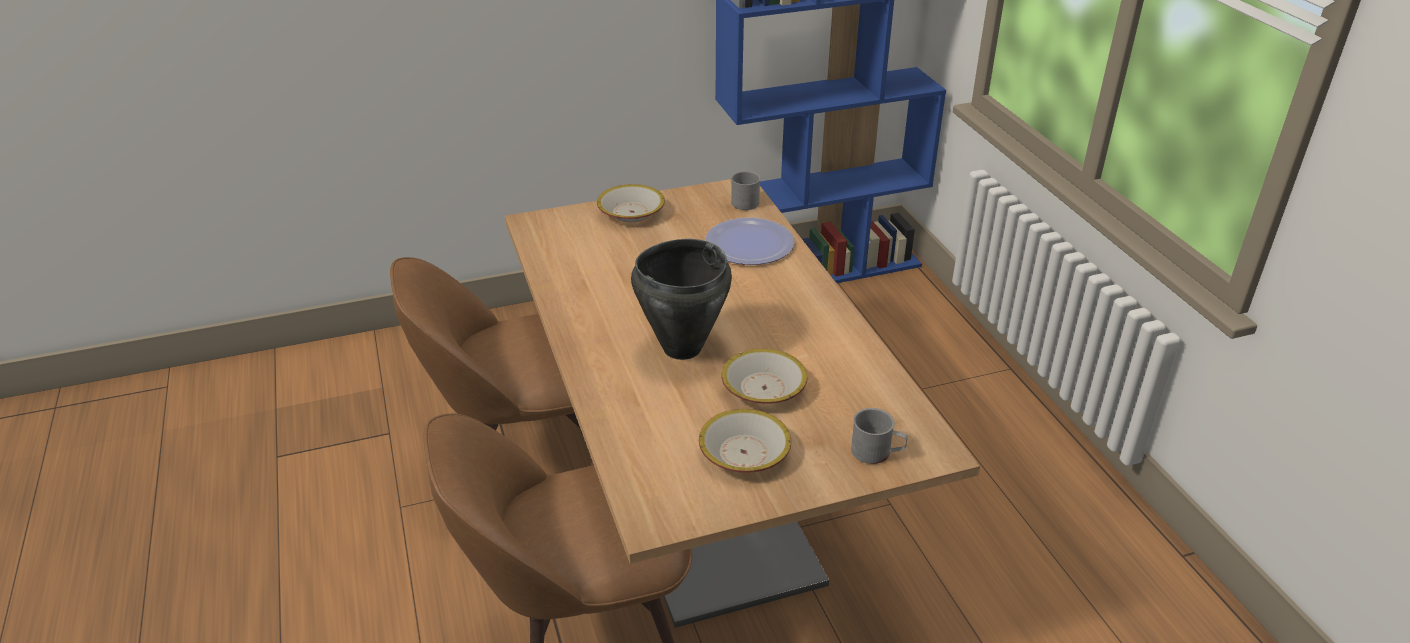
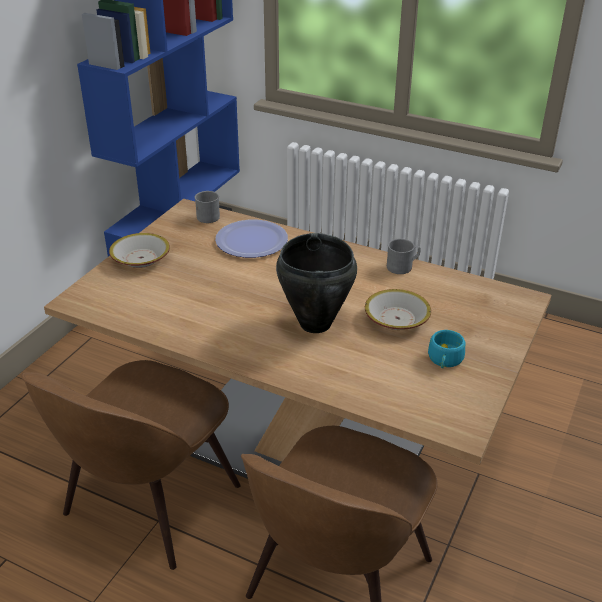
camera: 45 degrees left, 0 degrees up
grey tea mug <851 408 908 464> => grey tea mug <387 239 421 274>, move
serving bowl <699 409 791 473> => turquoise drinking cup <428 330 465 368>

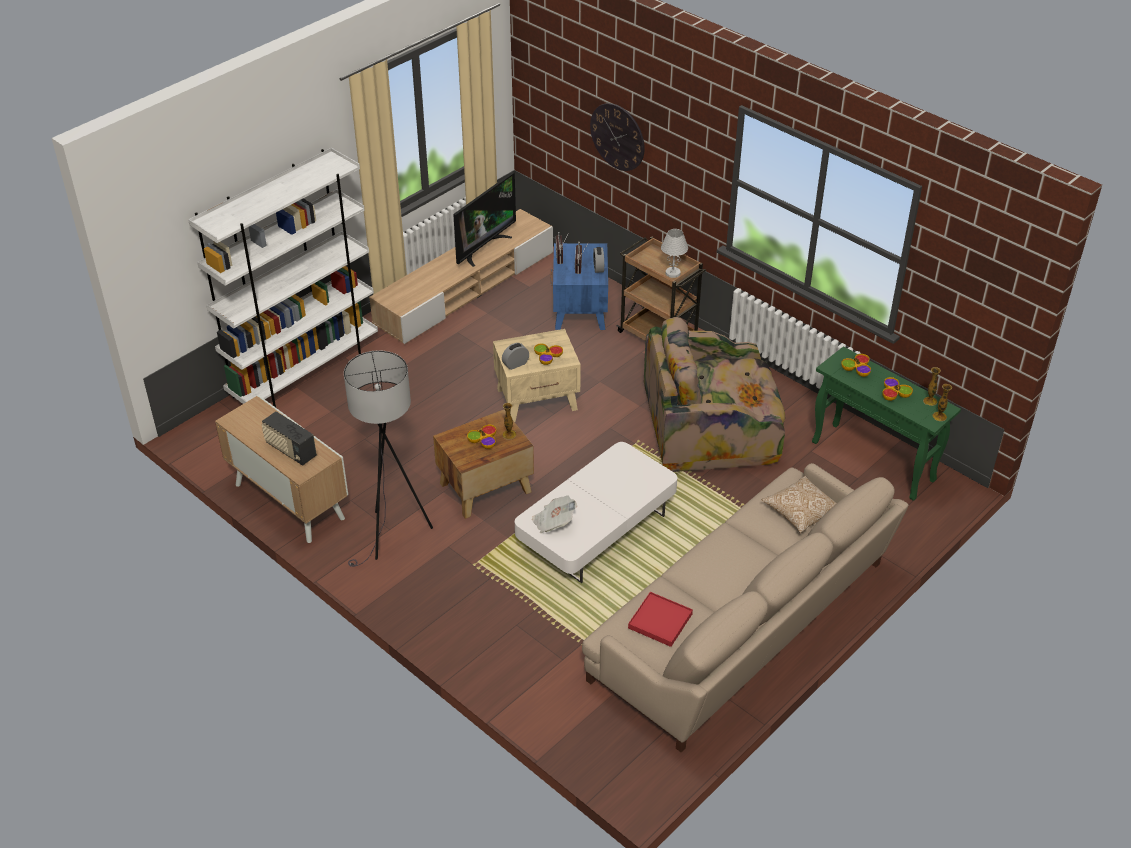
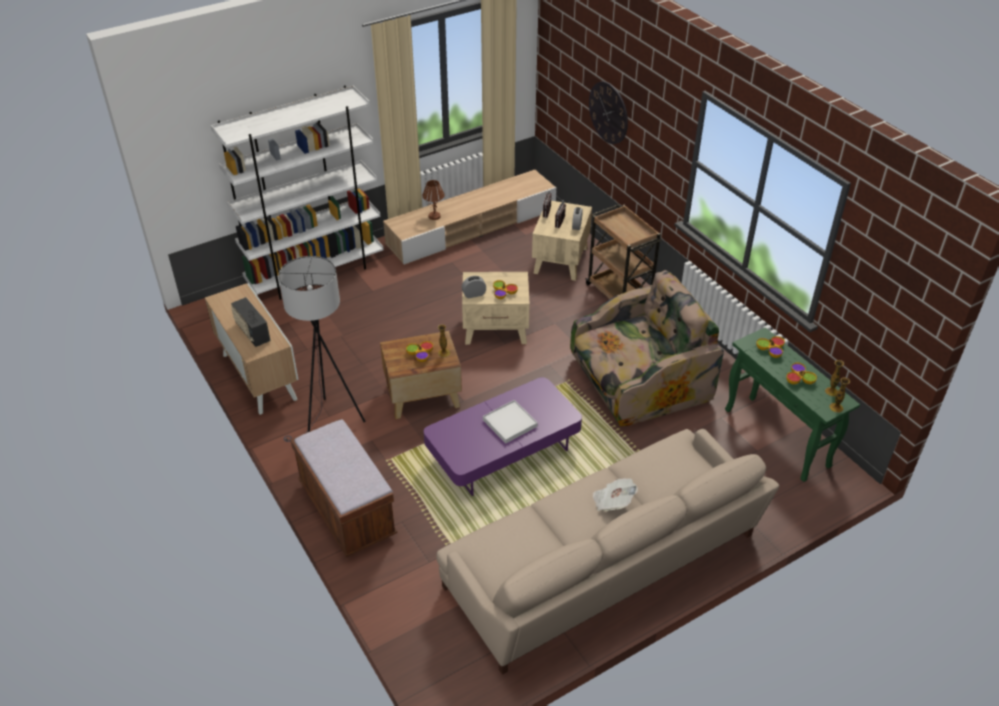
camera: 15 degrees right, 0 degrees up
television <453 172 516 267> => nothing
white tabletop lamp <661 229 688 278> => nothing
blue end table <550 243 608 330> => beige-coloured end table <532 201 592 281>
armchair <644 317 785 472> => armchair <570 270 724 426>, 150 degrees clockwise
white coffee table <515 442 677 583> => purple coffee table <424 377 582 496>
cushion <762 476 837 533> => nothing
daily paper <532 495 577 533> => daily paper <592 478 638 511>, move
red serving tray <628 592 693 647> => nothing
nothing => brownish tabletop lamp <423 180 445 220>
nothing => white serving tray <483 400 538 444>
nothing => brownish long seat <290 419 397 557>

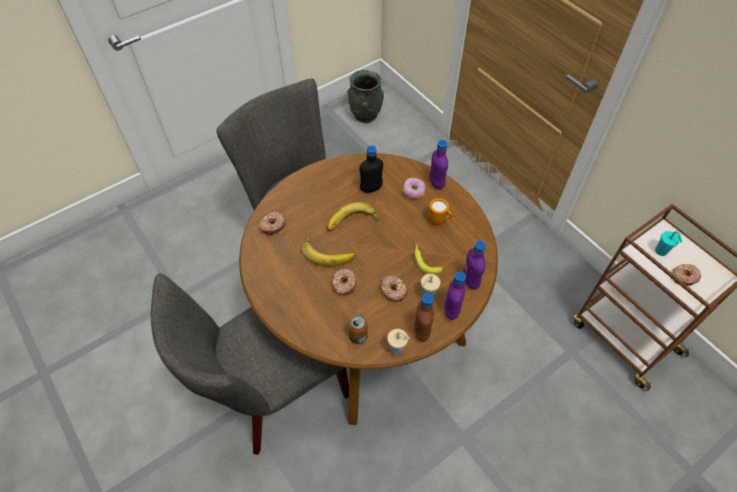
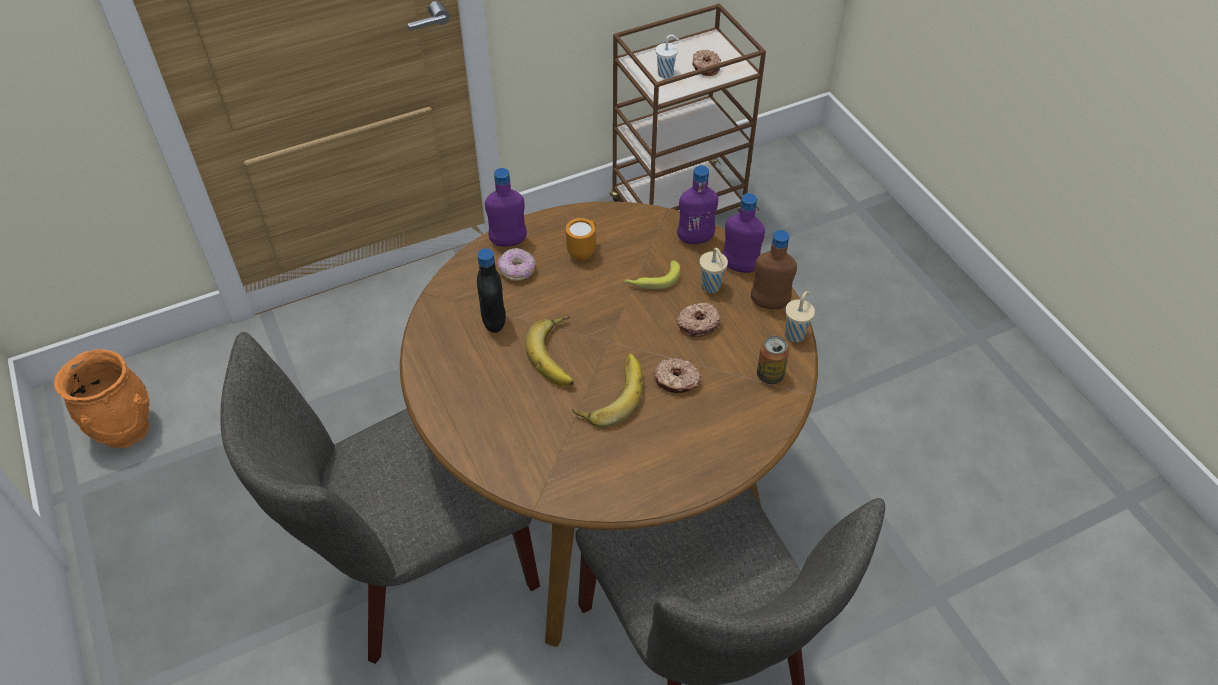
camera: 80 degrees left, 5 degrees down
grey vase <347 70 384 123> => orange vase <54 349 150 448>
doughnut <259 212 286 235> => nothing
turquoise drinking cup <655 231 682 256> => white drinking cup <656 34 680 78>

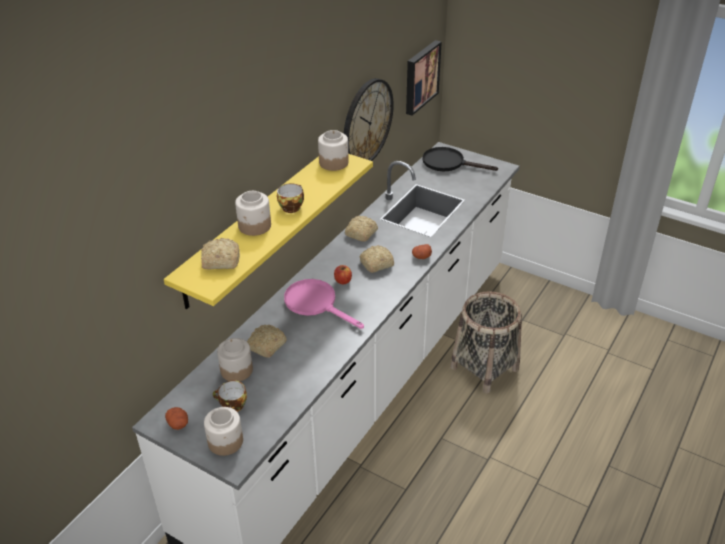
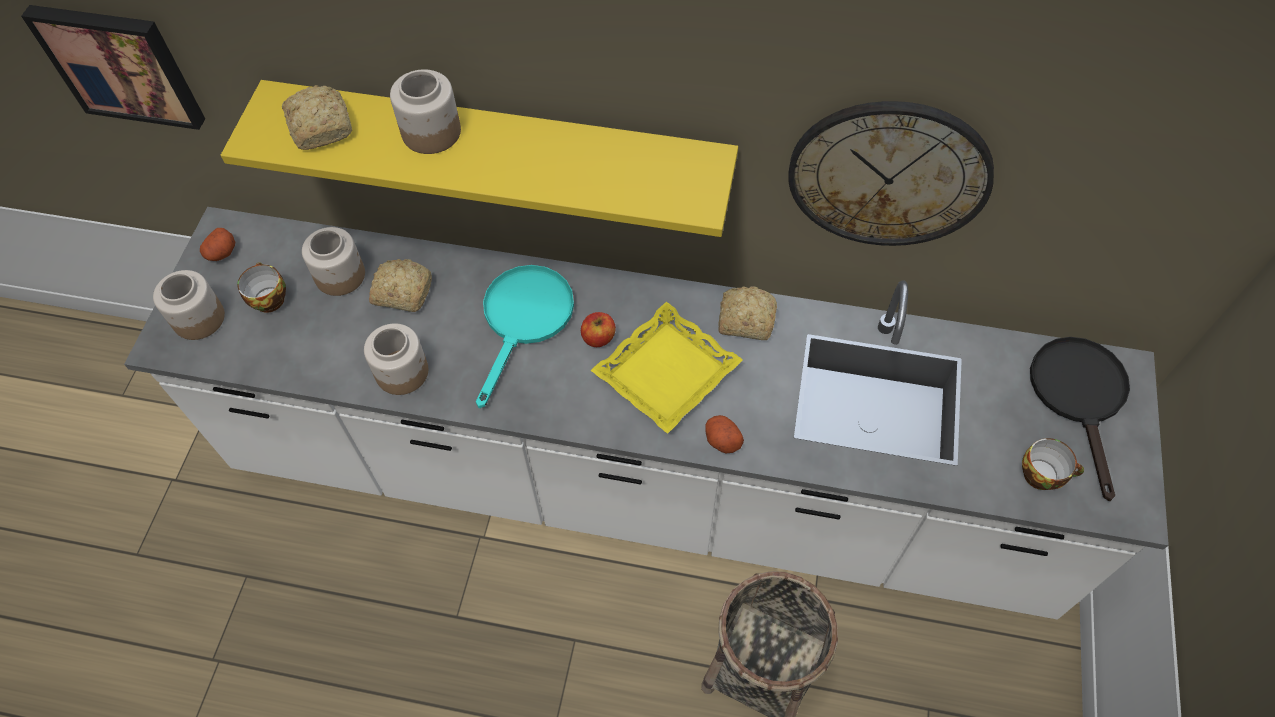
camera: 70 degrees right, 20 degrees up
wall art <406 40 442 116> => wall art <21 5 205 130>, move
preserve jar <318 130 349 171> => preserve jar <364 323 428 395>, move
drinking cup <277 183 304 213> => drinking cup <1022 438 1084 490>, move
bread <359 245 394 273> => yellow serving tray <591 302 743 434>
pinkish frying pan <284 279 364 329> => turquoise frying pan <476 265 574 408>

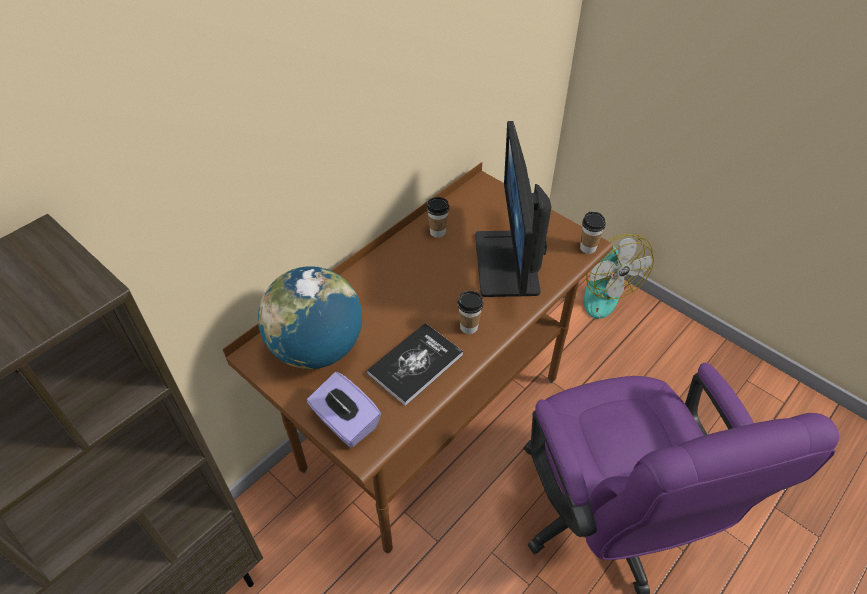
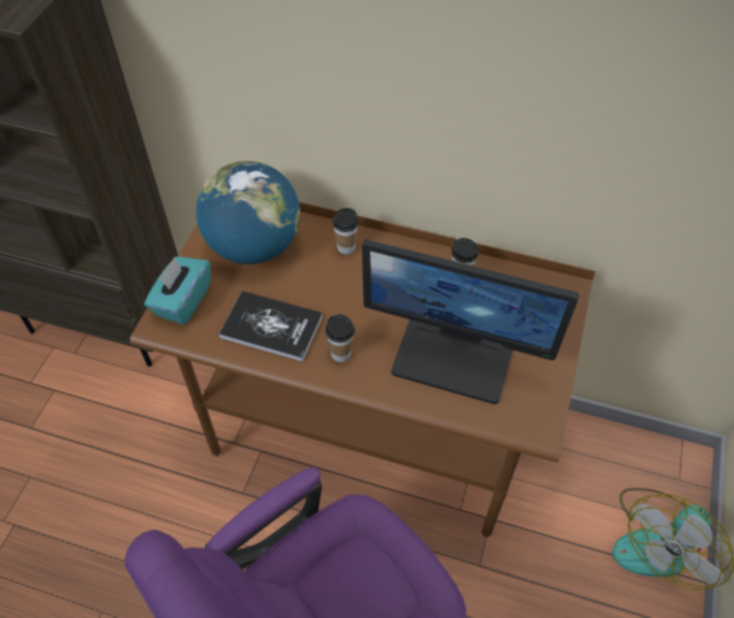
camera: 65 degrees right, 5 degrees up
computer display <475 121 551 297> => computer display <362 239 579 404>, 135 degrees counterclockwise
drinking cup <580 211 606 254> => drinking cup <332 208 359 254>, move
purple box of tissues <307 372 381 448> => turquoise box of tissues <144 257 211 325>

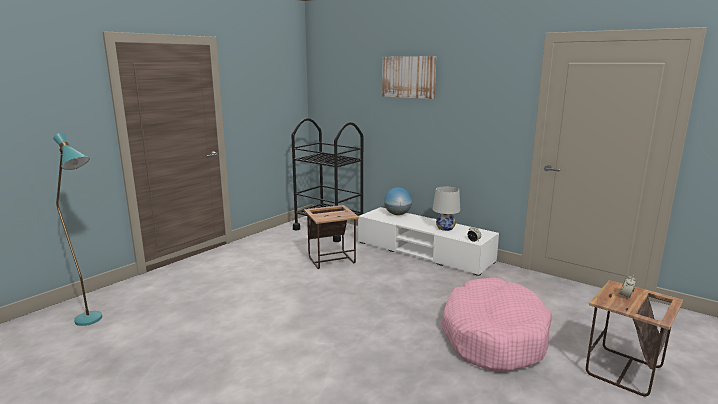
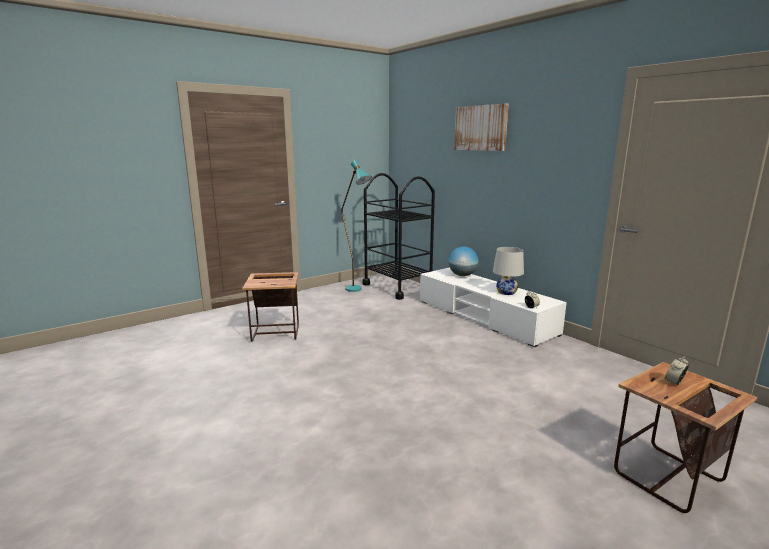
camera: 15 degrees right, 0 degrees up
turquoise floor lamp <53 133 102 326> => turquoise floor lamp <341 160 372 292>, move
end table <304 205 359 269> => end table <242 272 299 341>, move
pinkish dog cushion <441 277 552 372> => nothing

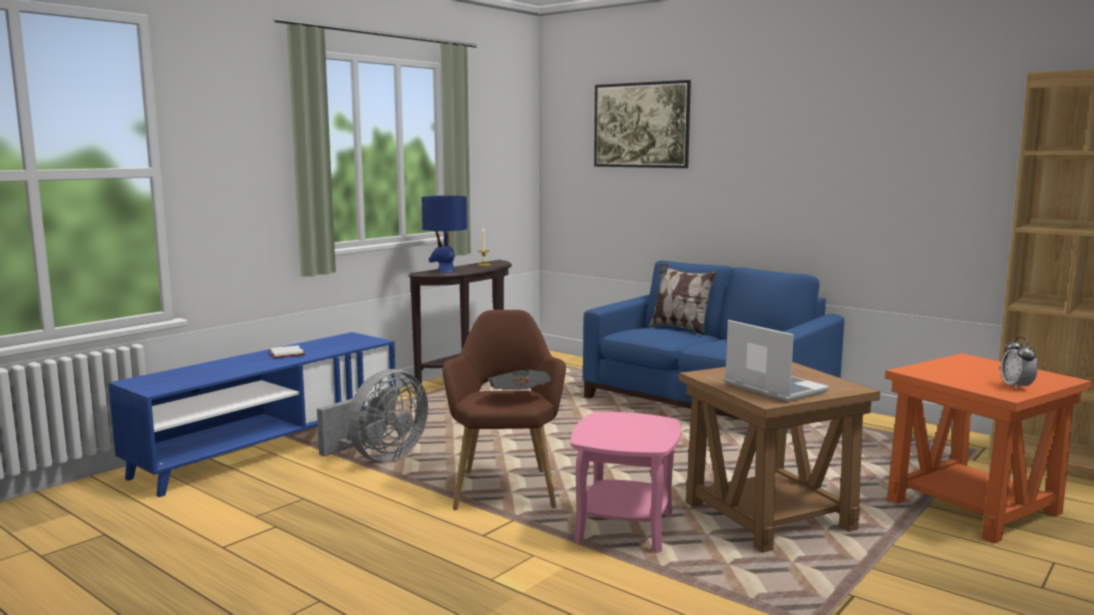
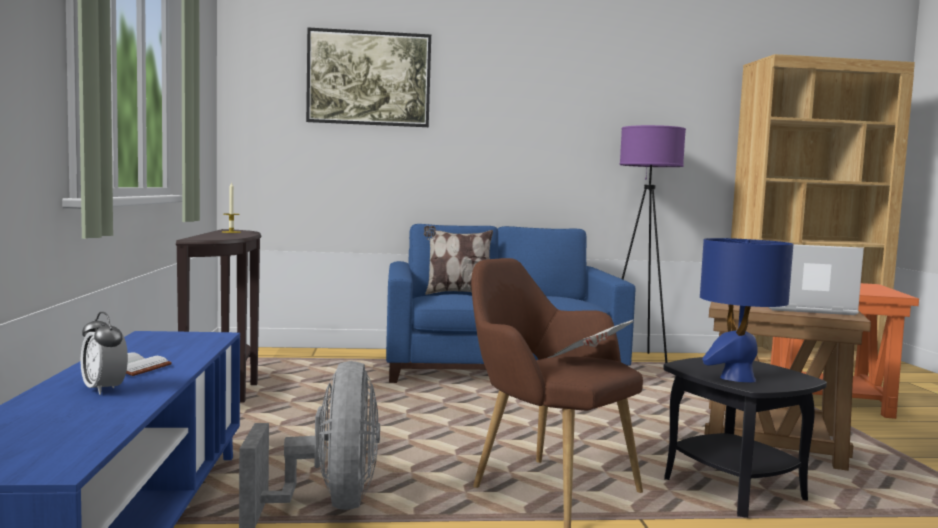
camera: 45 degrees left, 5 degrees down
blue tabletop lamp <421 196 468 273> => blue tabletop lamp <700 238 793 382>, move
alarm clock <1001 337 1038 390> => alarm clock <81 312 128 395>, move
pinkish end table <571 412 681 553> => black end table <663 357 827 518>
nothing => purple floor lamp <619 125 686 363>

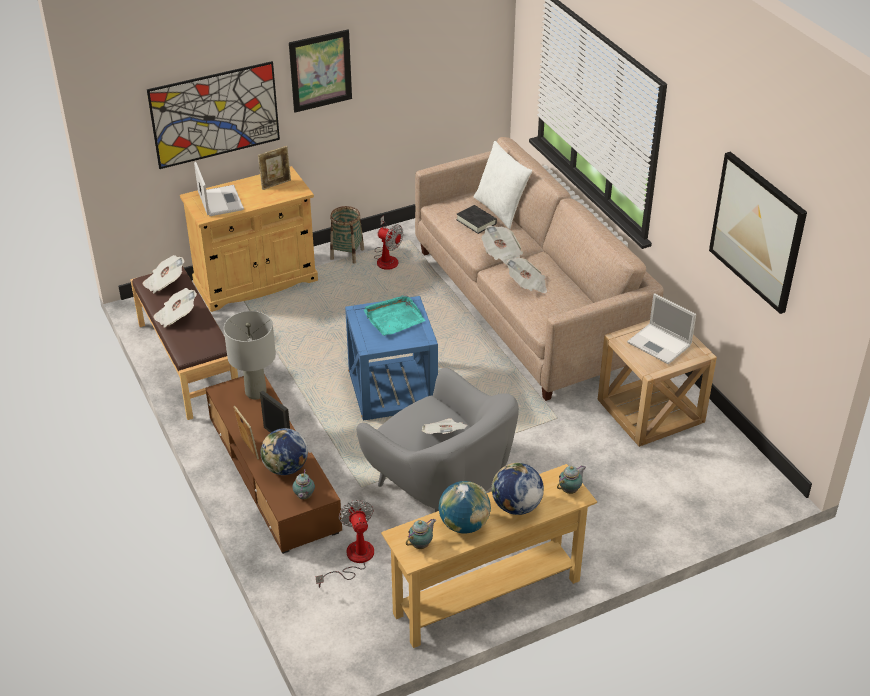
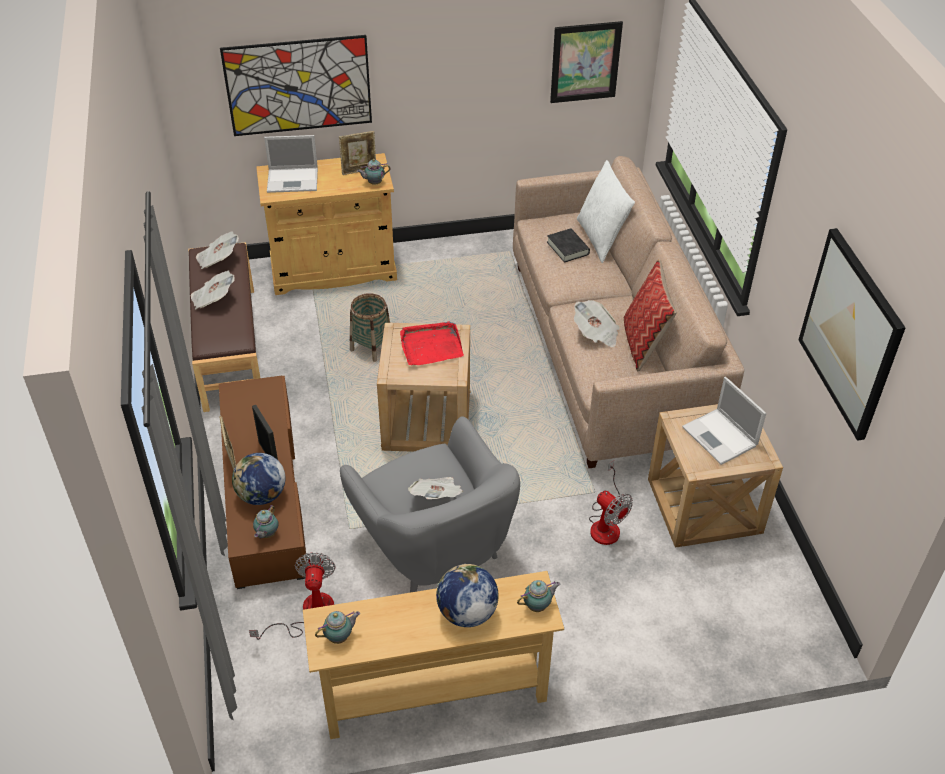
camera: 15 degrees right, 5 degrees up
wall art <289 30 352 113> => wall art <550 21 623 103>, move
portable computer <194 162 244 216> => portable computer <264 135 318 193>, 90 degrees clockwise
household basket <330 206 364 263> => household basket <350 293 390 362>, move
cooling fan <374 216 403 270> => cooling fan <589 460 633 545>, move
daily paper <481 225 523 265> => nothing
blue end table <345 296 438 421> => beige-coloured end table <377 323 471 452>
turquoise serving tray <364 296 426 336> => red serving tray <400 322 464 365>
grey tabletop lamp <224 311 276 400> => nothing
world globe <439 481 491 534> => nothing
nothing => teapot <357 159 390 185>
nothing => cushion <624 259 677 372>

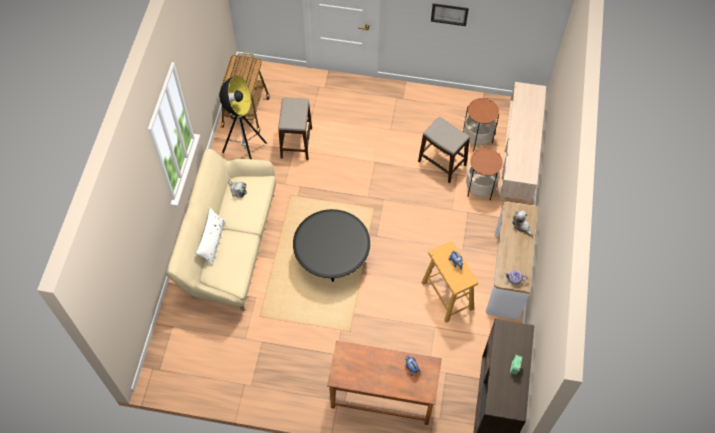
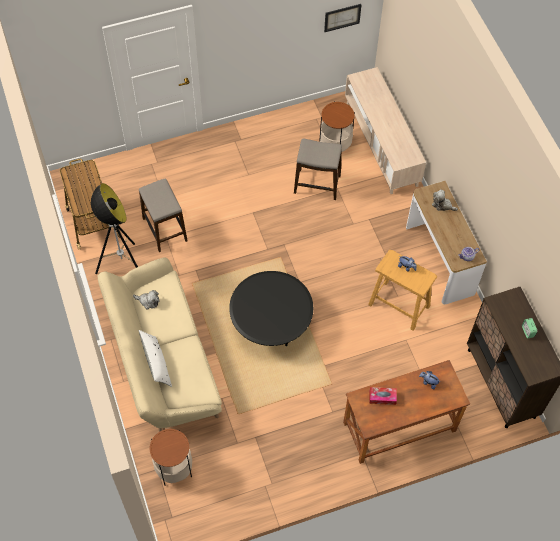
camera: 30 degrees left, 0 degrees up
wall art <431 3 469 26> => wall art <324 4 362 32>, move
end table <466 148 503 200> => end table <150 429 192 486>, move
nothing => box of tissues <369 387 397 405>

